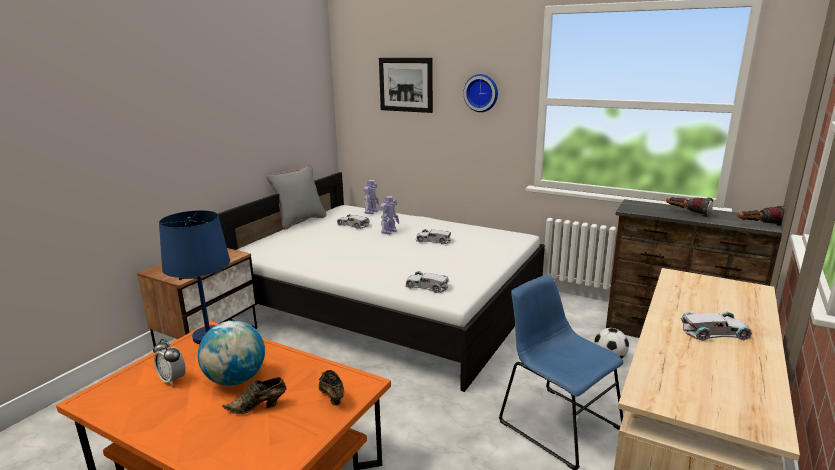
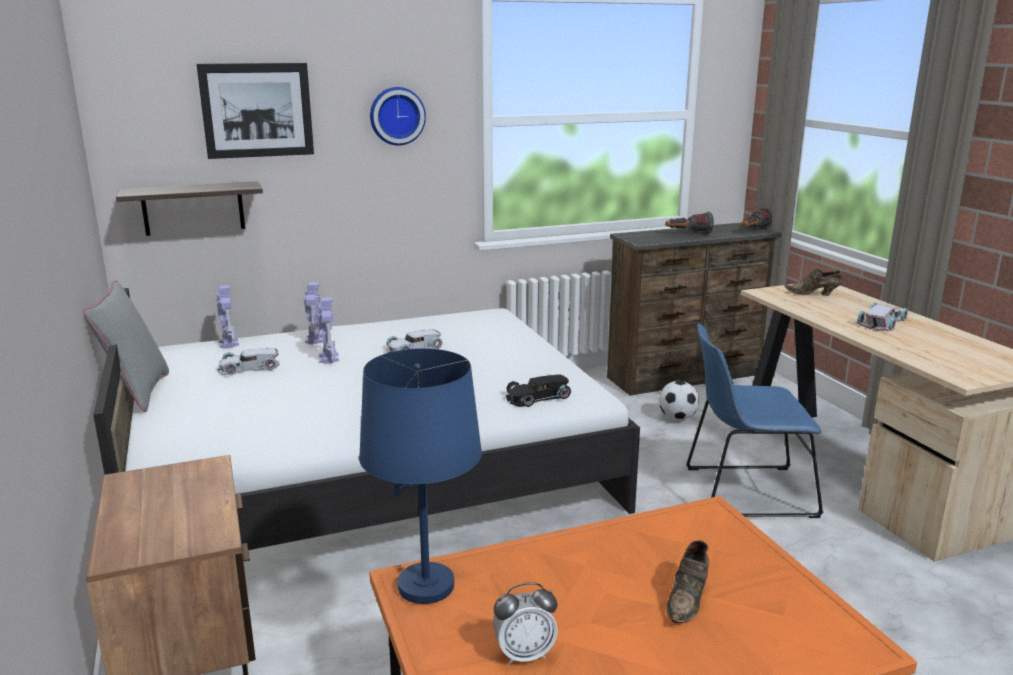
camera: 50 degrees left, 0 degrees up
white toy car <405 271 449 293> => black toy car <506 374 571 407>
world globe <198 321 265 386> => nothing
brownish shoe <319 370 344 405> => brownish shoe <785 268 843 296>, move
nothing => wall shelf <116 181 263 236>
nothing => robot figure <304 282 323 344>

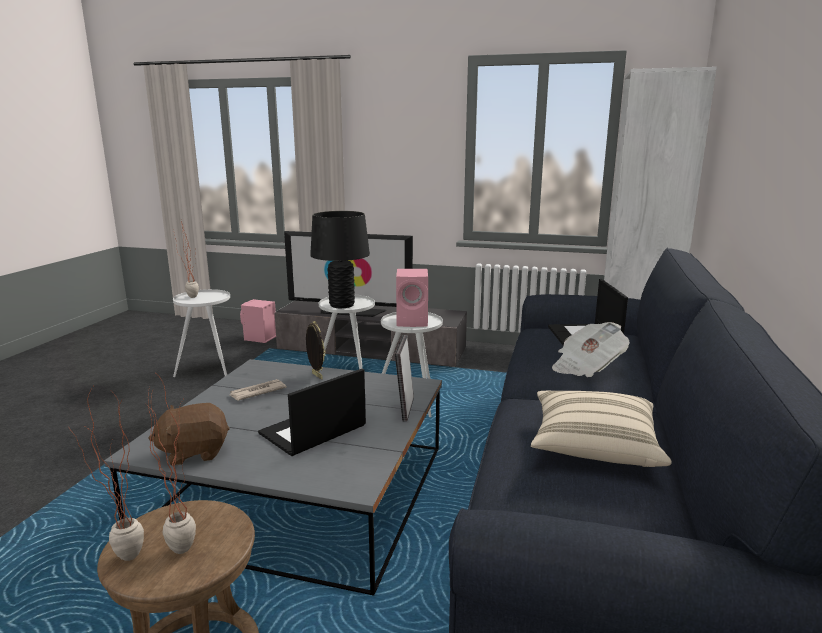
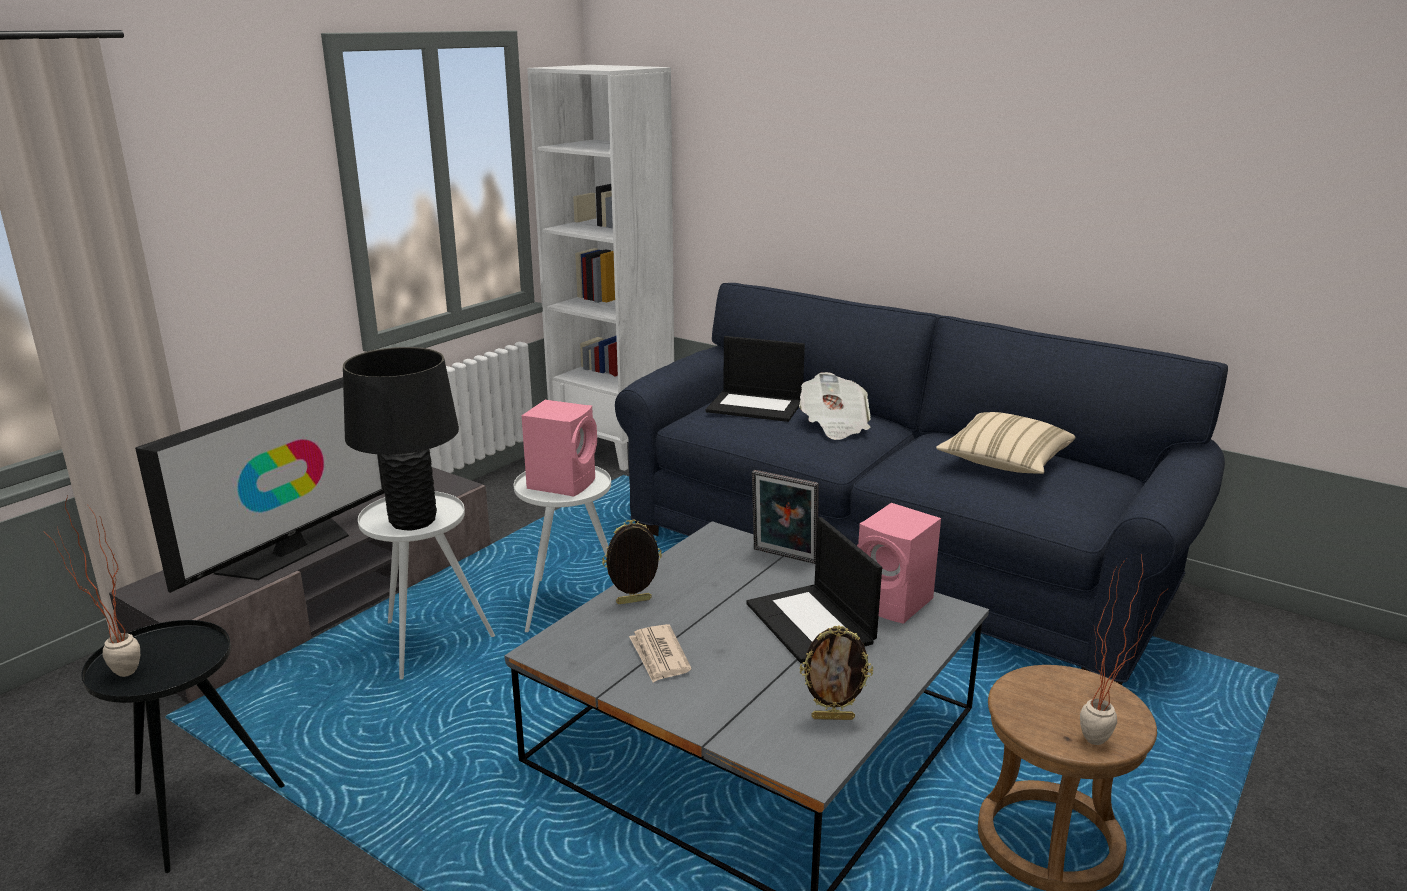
camera: 70 degrees left, 5 degrees up
white end table <173 289 230 377> => black end table <81 620 285 873>
pinkish speaker <240 299 276 343> => pinkish speaker <857 503 941 624>, move
potted plant <144 372 196 554> => nothing
brownish plush toy <148 403 230 465> => photo frame <799 625 873 720>

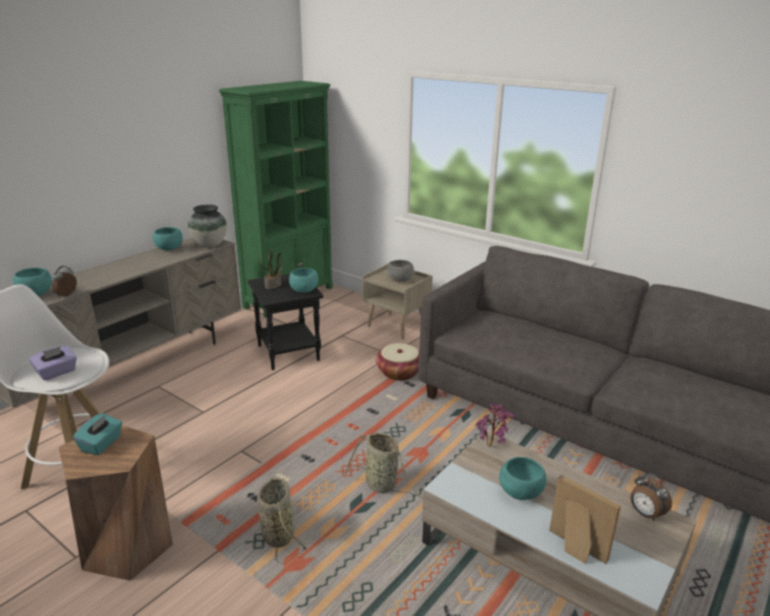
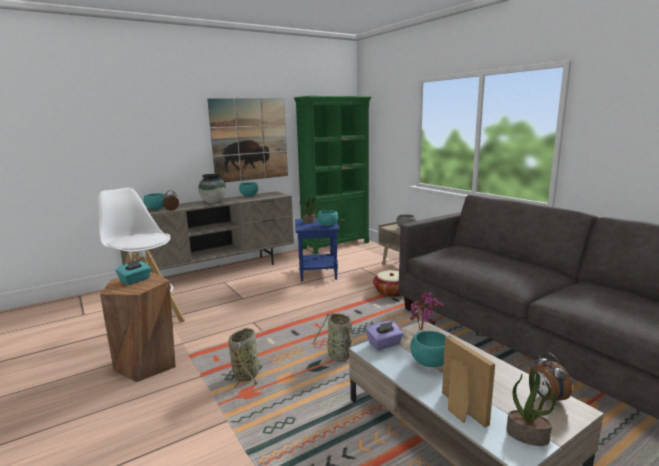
camera: 20 degrees right, 10 degrees down
vase <188 204 227 248> => vase <198 174 226 204>, move
black end table <248 274 323 370> => blue end table <295 218 340 282>
purple box of tissues <29 346 77 381> => purple box of tissues <366 321 404 350>, move
nothing => wall art <207 98 288 182>
nothing => potted plant <506 367 556 446>

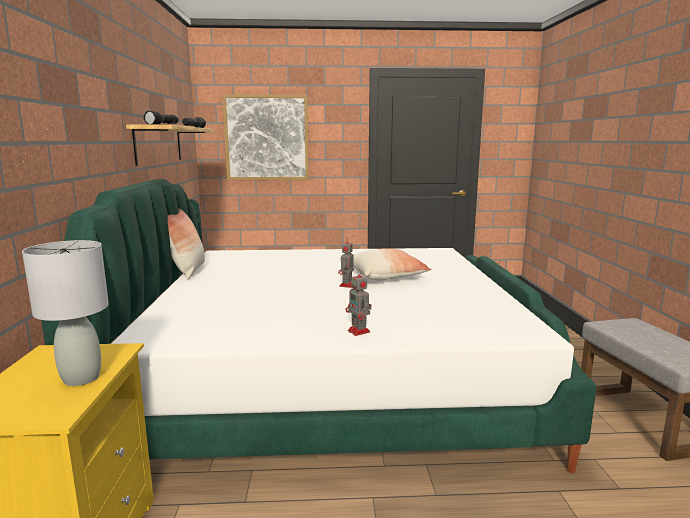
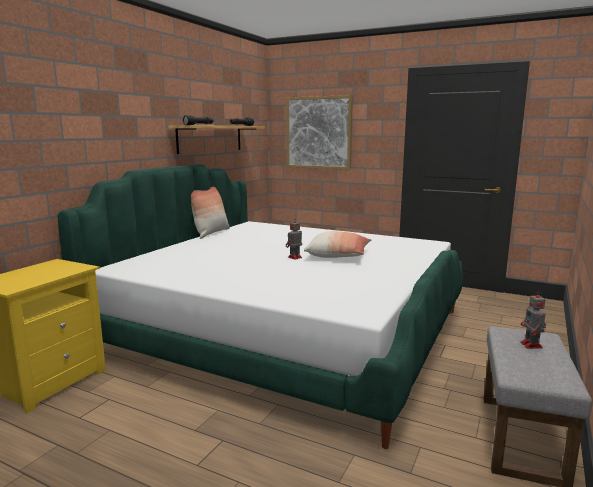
camera: 30 degrees right, 0 degrees up
grey tabletop lamp <22 240 109 386> => nothing
robot figure <346 269 371 336> => robot figure <521 290 546 349>, move

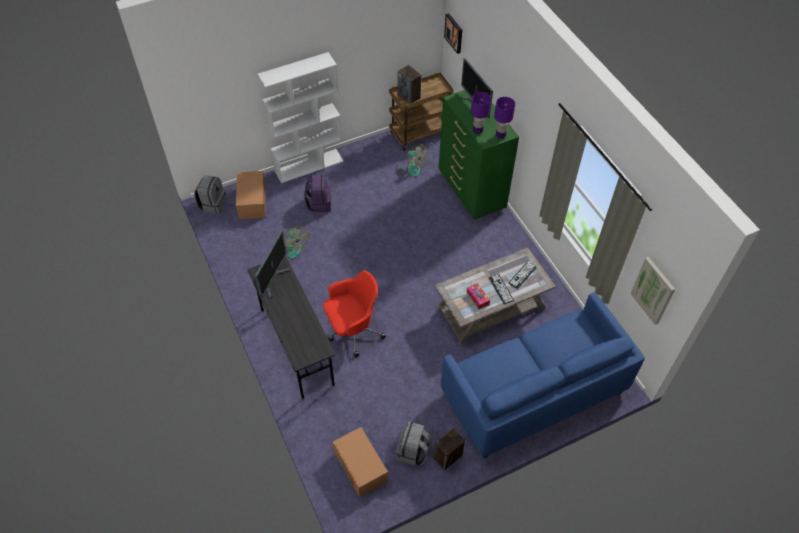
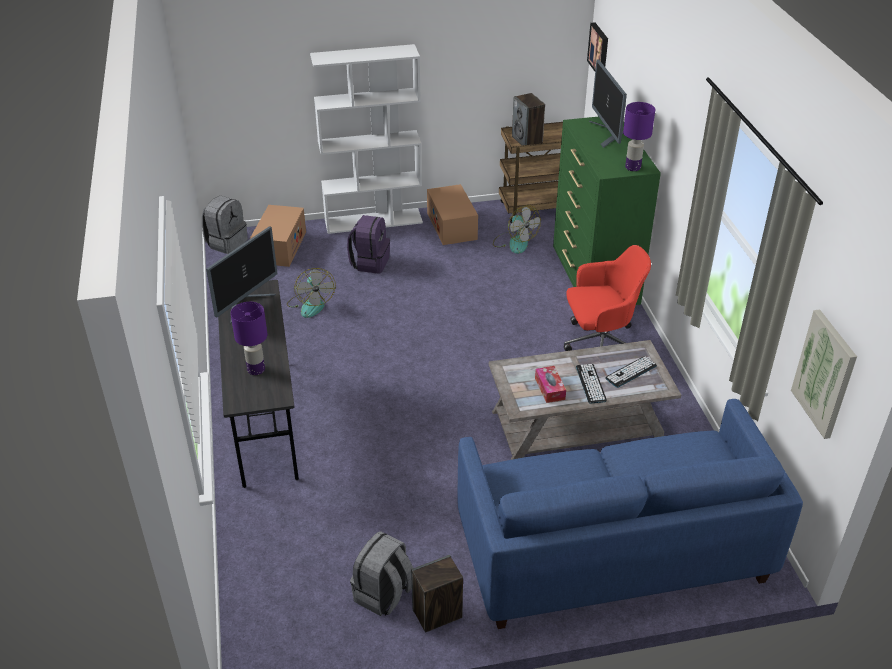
camera: 15 degrees right, 15 degrees down
purple tabletop lamp <471 92 491 134> => purple tabletop lamp <230 302 267 375>, move
red desk chair <323 270 386 357> => red desk chair <564 245 651 351>, move
carton <333 427 388 497> => carton <427 184 478 245>, move

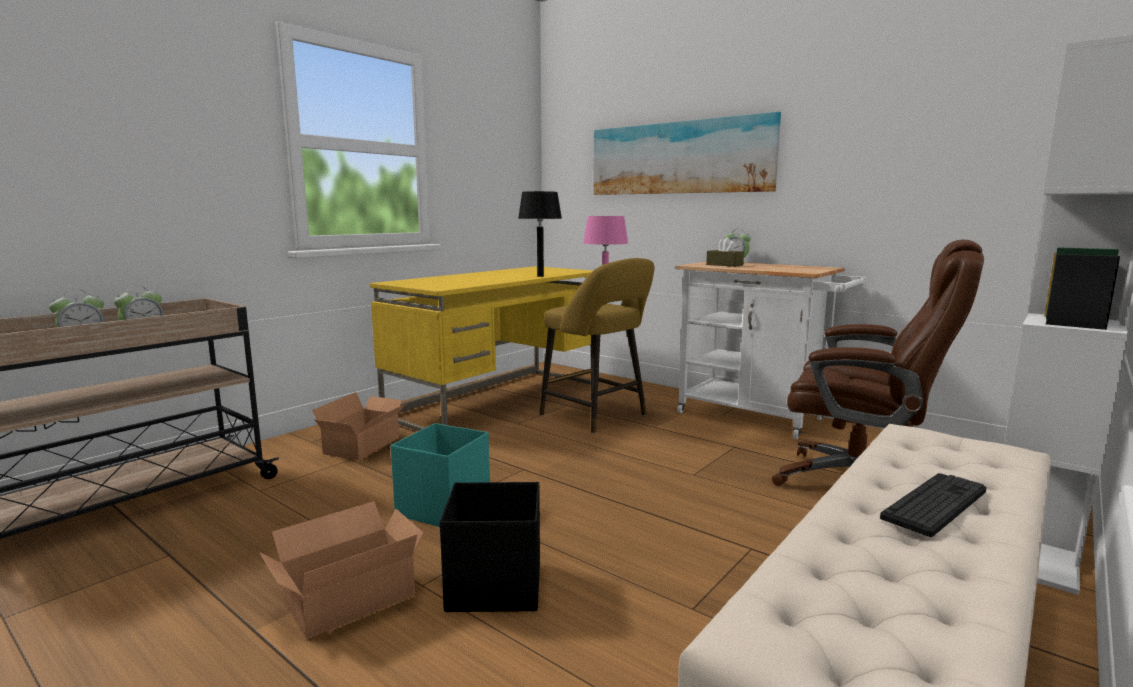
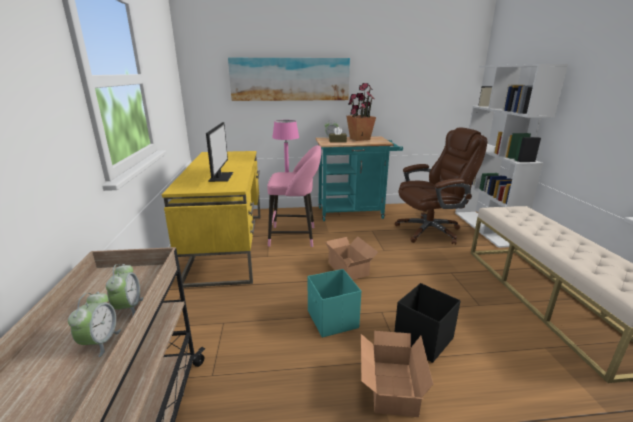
camera: 45 degrees left, 10 degrees up
black tabletop lamp <518 191 562 277> => nothing
yellow stool seat <540 258 654 434> => pinkish stool seat <267 145 322 247>
white cart <675 262 867 439> => turquoise cart <316 136 403 221>
carton <312 392 409 460> => carton <325 236 378 280>, move
keyboard <880 473 987 537> => nothing
nothing => potted plant <347 83 376 141>
nothing => computer display <206 122 233 182>

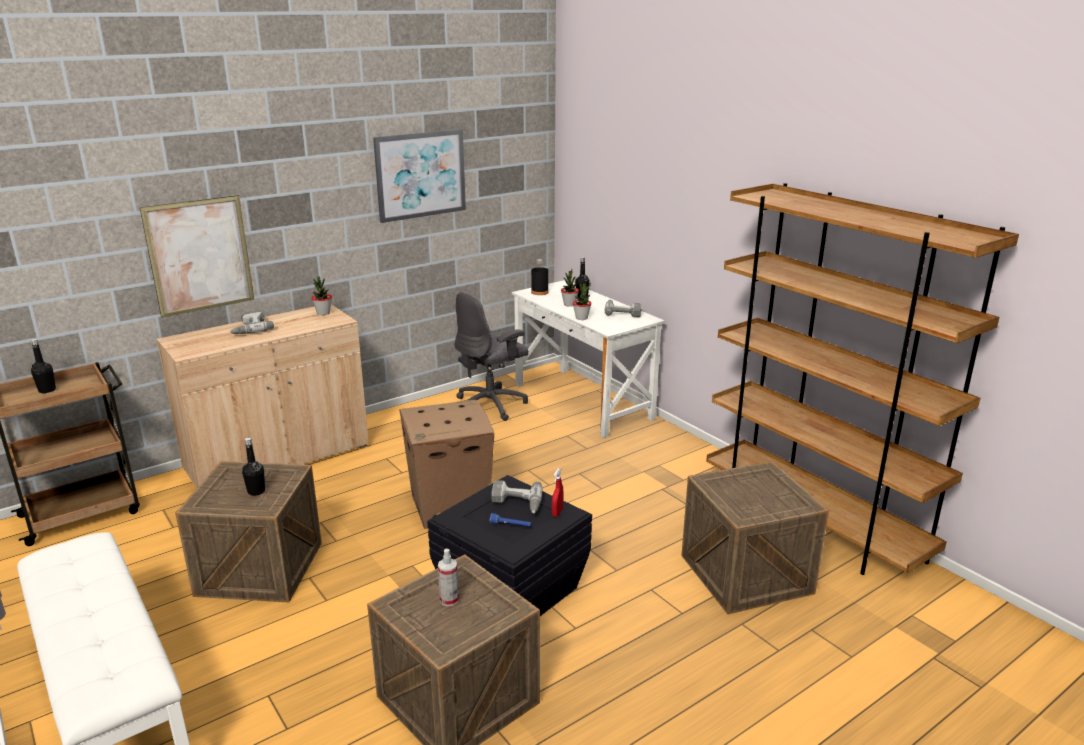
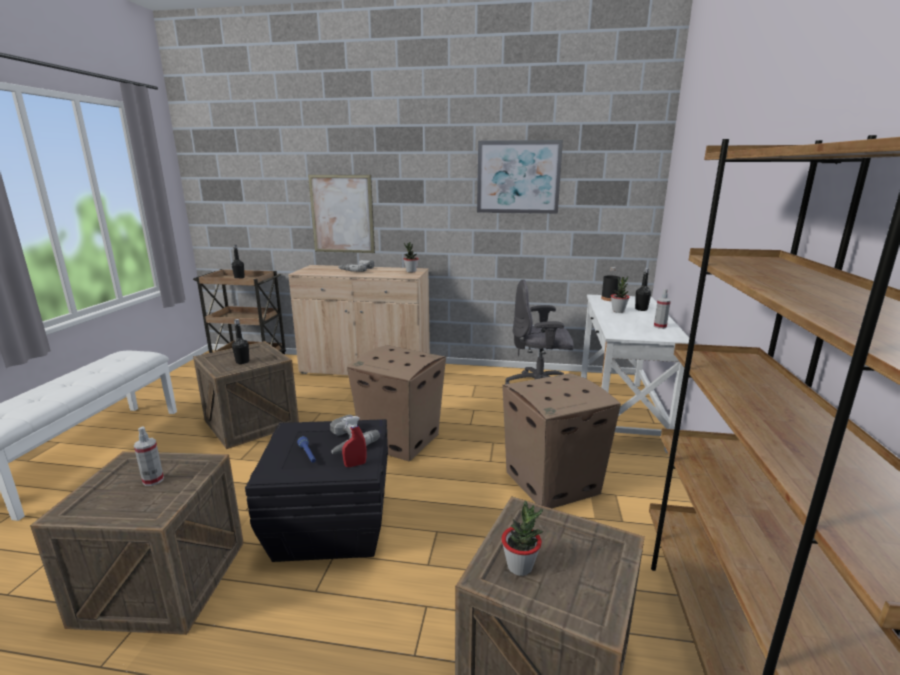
camera: 45 degrees right, 5 degrees down
potted plant <573 282 592 320> => potted plant <501 501 543 576>, move
drill <605 300 641 317> => hand sprayer <654 289 671 329>
nothing => carton <502 373 621 508>

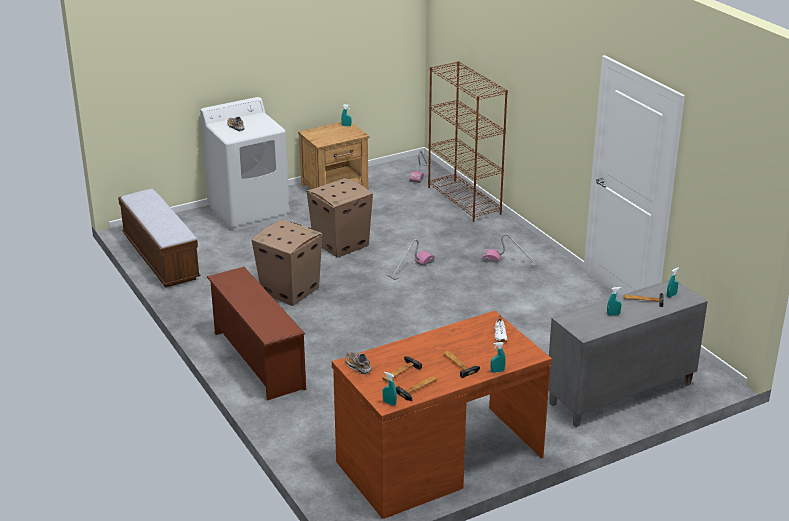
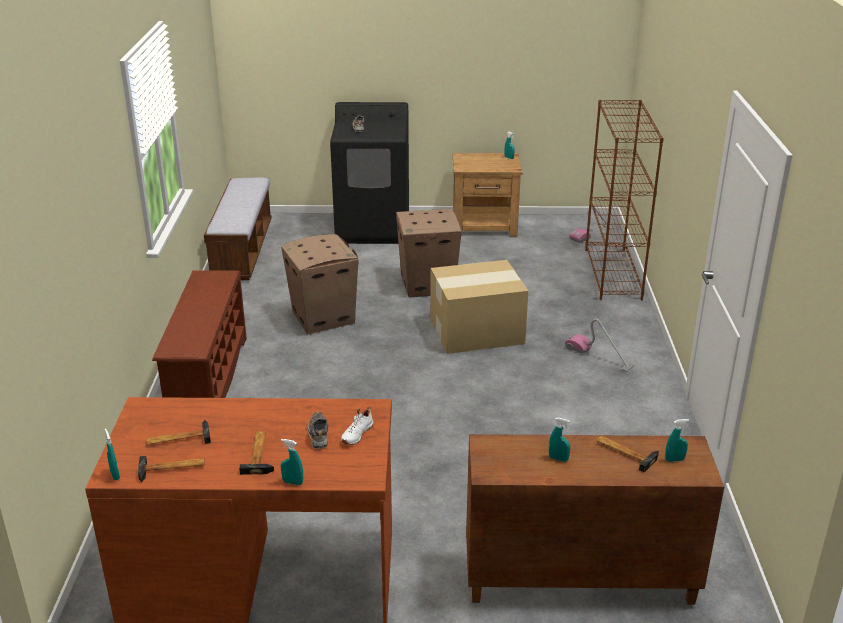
camera: 30 degrees right, 0 degrees up
white laundry machine <200 97 290 231> => black laundry machine <330 102 409 244>
vacuum <388 239 435 280> => carton <430 260 528 354>
grey cupboard <549 280 708 427> => brownish cupboard <466 434 724 605>
shoe <345 352 371 375> => shoe <308 412 328 449>, move

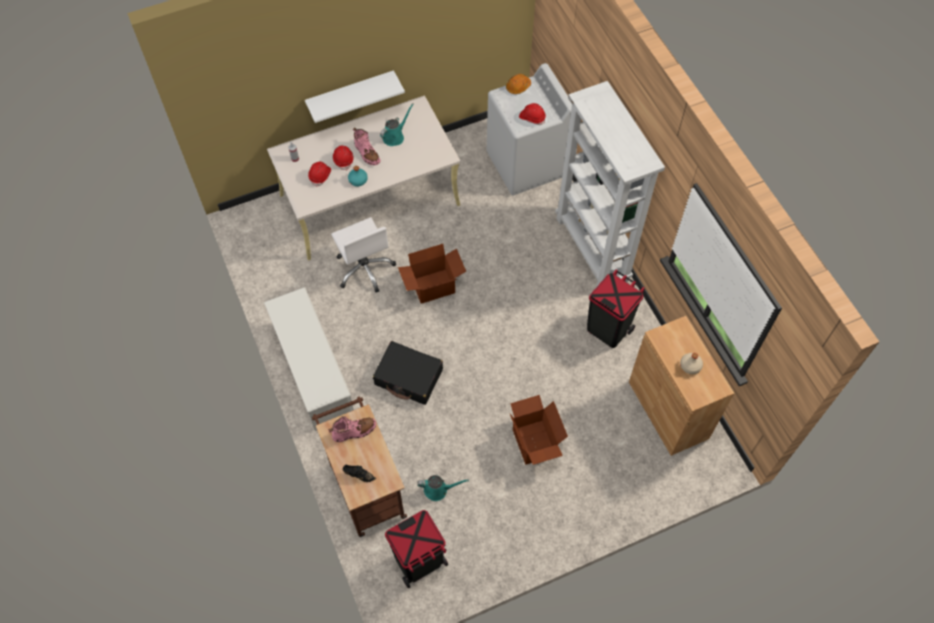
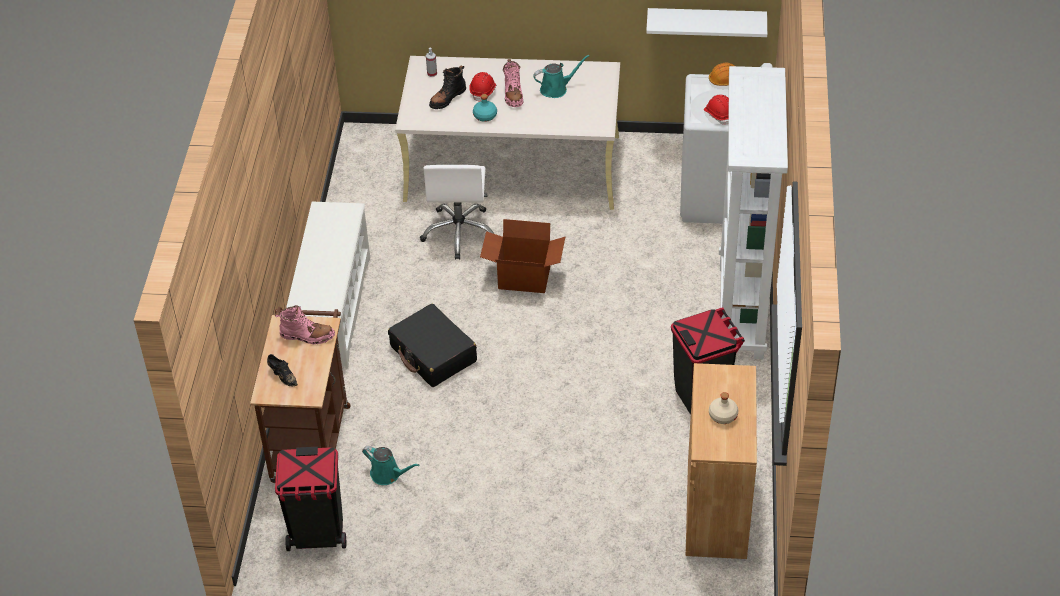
camera: 30 degrees right, 15 degrees down
white wall shelf <305 70 405 123> => white wall shelf <646 8 767 37>, move
red hard hat <308 162 331 187> => black high-top boot <429 65 466 109>
carton <510 395 568 465> => nothing

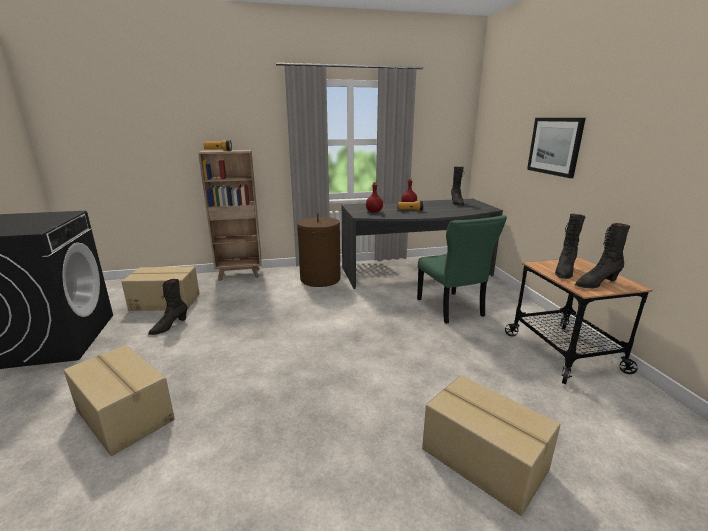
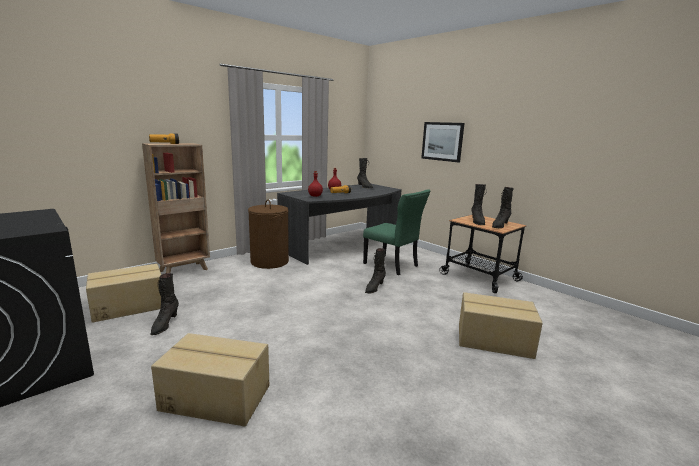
camera: 30 degrees left, 5 degrees down
nothing => black high-top boot <365 248 386 293>

